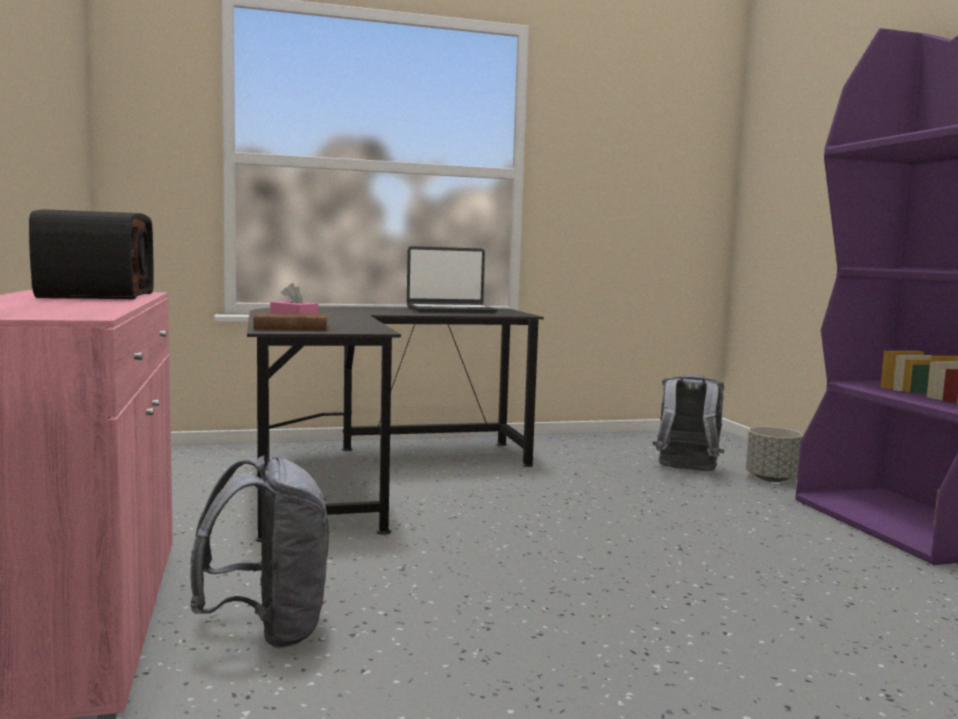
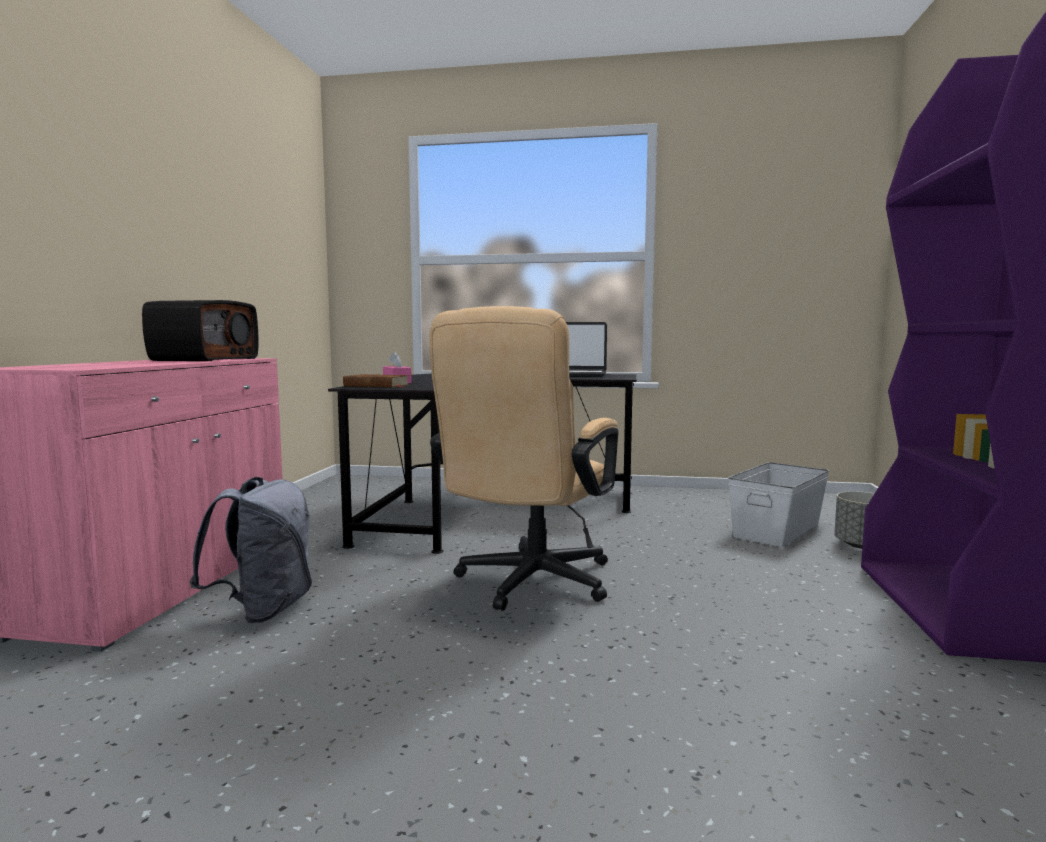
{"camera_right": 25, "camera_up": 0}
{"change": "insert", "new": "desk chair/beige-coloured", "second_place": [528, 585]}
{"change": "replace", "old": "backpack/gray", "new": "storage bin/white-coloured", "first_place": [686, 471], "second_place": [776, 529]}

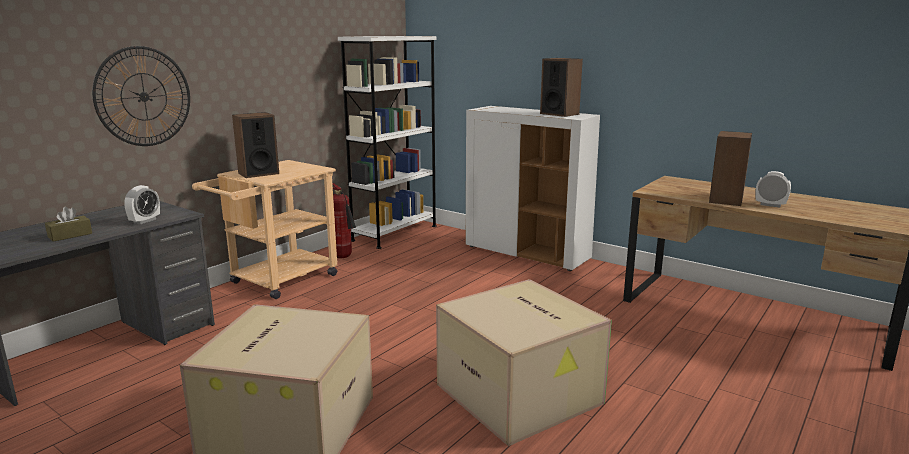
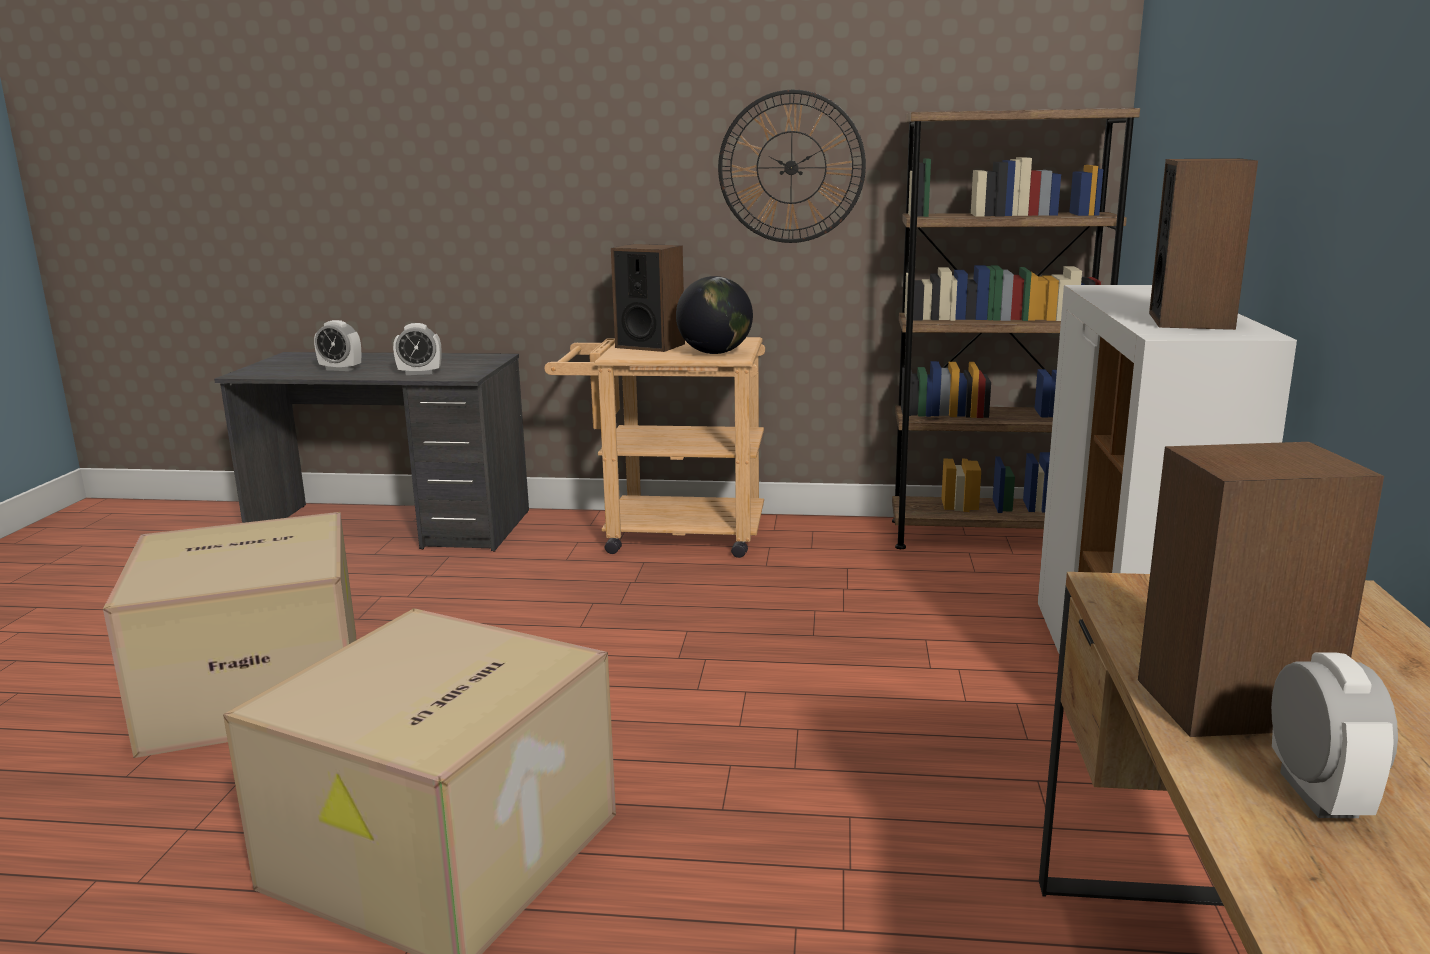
{"camera_right": 60, "camera_up": 0}
{"change": "replace", "old": "box of tissues/brown", "new": "bedside clock", "first_place": [70, 235], "second_place": [340, 369]}
{"change": "insert", "new": "globe", "second_place": [715, 353]}
{"change": "move", "old": "hanging clock", "first_place": [144, 96], "second_place": [791, 167]}
{"change": "recolor", "old": "bookshelf/white-coloured", "new": "bookshelf/brown", "first_place": [395, 233], "second_place": [988, 536]}
{"change": "delete", "old": "extinguisher", "first_place": [343, 257]}

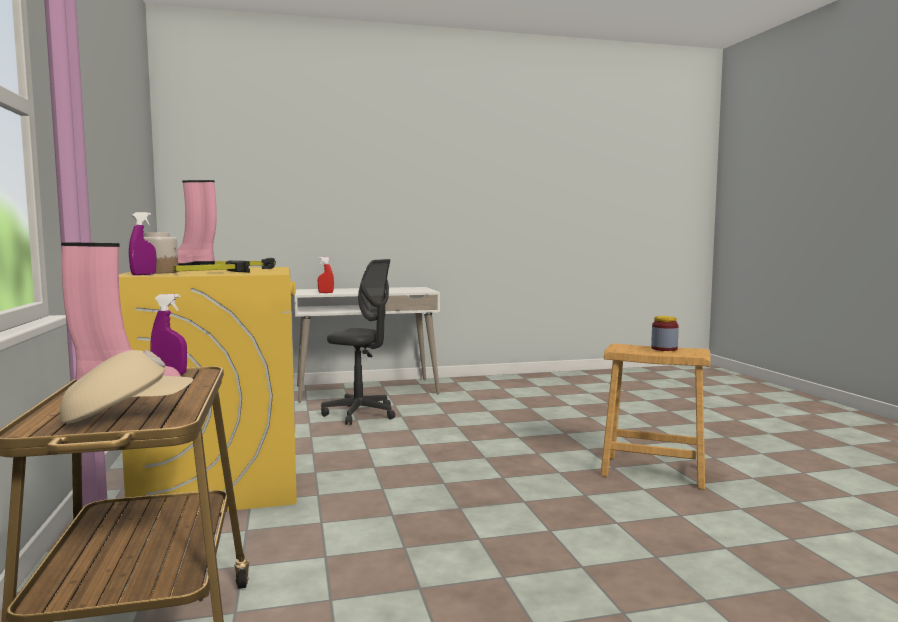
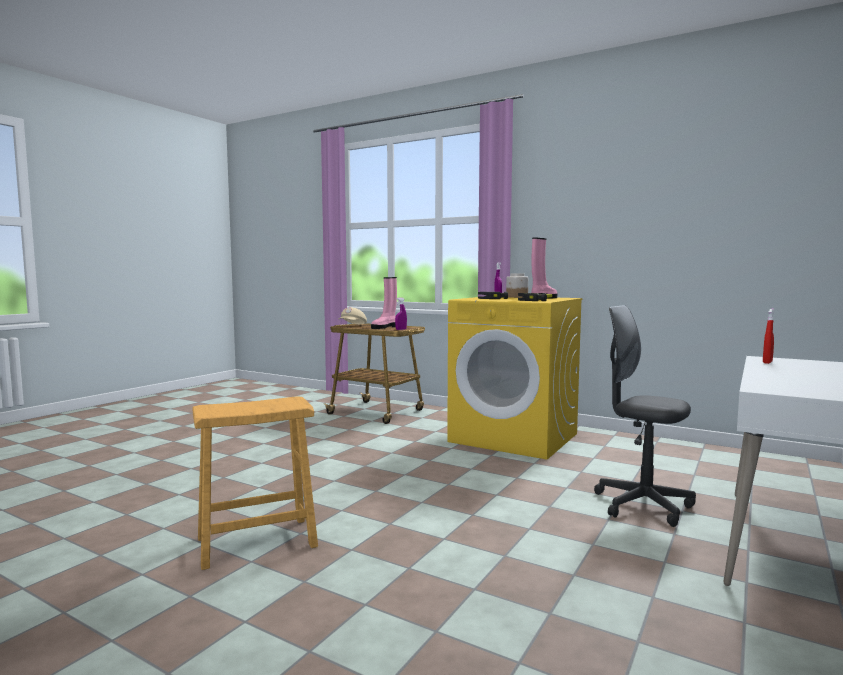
{"camera_right": 135, "camera_up": 0}
{"change": "rotate", "old": "desk chair/gray", "first_place": [360, 414], "second_place": [642, 505], "degrees": 60}
{"change": "delete", "old": "preserve jar", "first_place": [664, 349]}

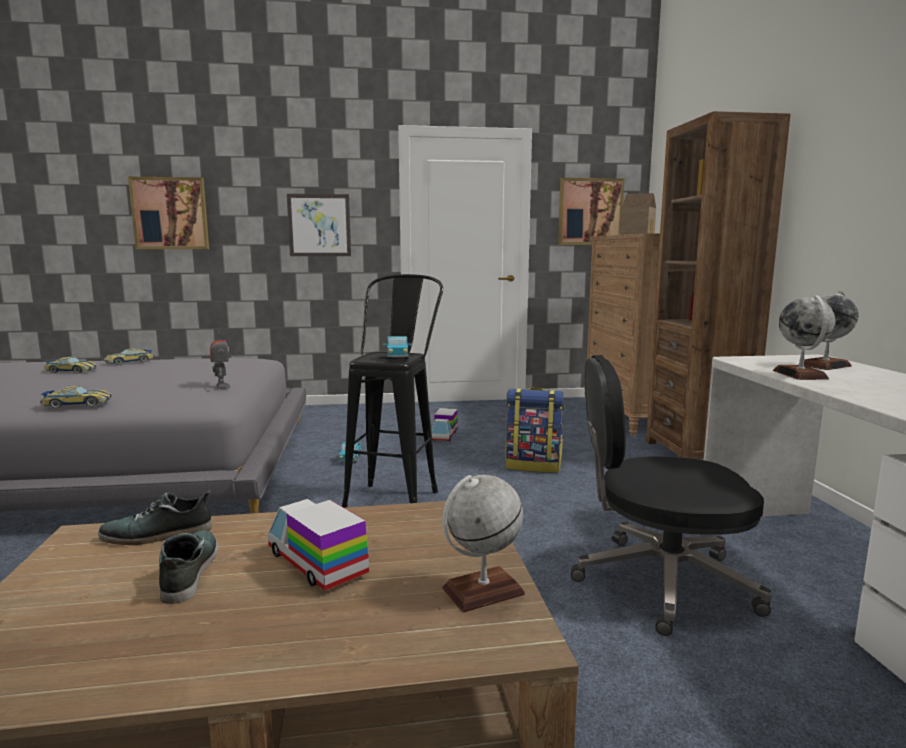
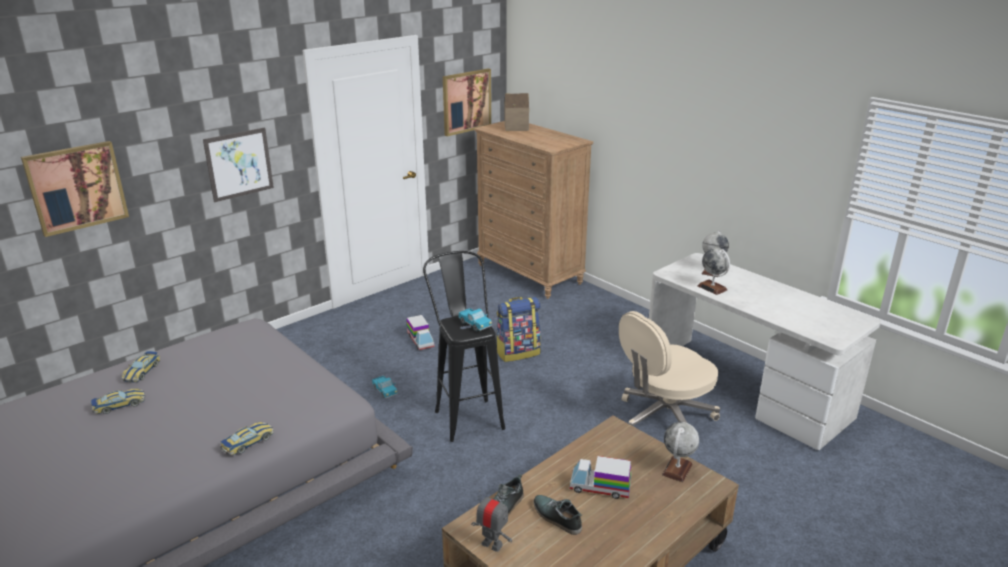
{"camera_right": -35, "camera_up": 15}
{"change": "move", "old": "robot figure", "first_place": [222, 387], "second_place": [492, 544]}
{"change": "recolor", "old": "desk chair/blackish", "new": "desk chair/beige-coloured", "first_place": [660, 582], "second_place": [664, 418]}
{"change": "delete", "old": "bookshelf/brown", "first_place": [696, 453]}

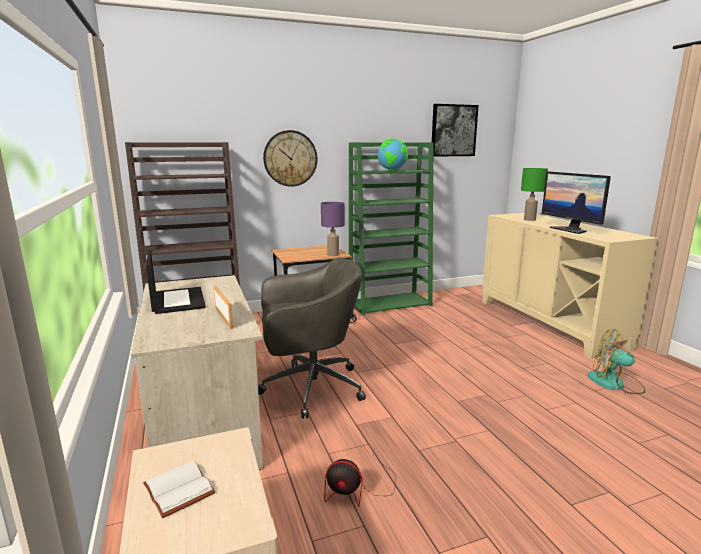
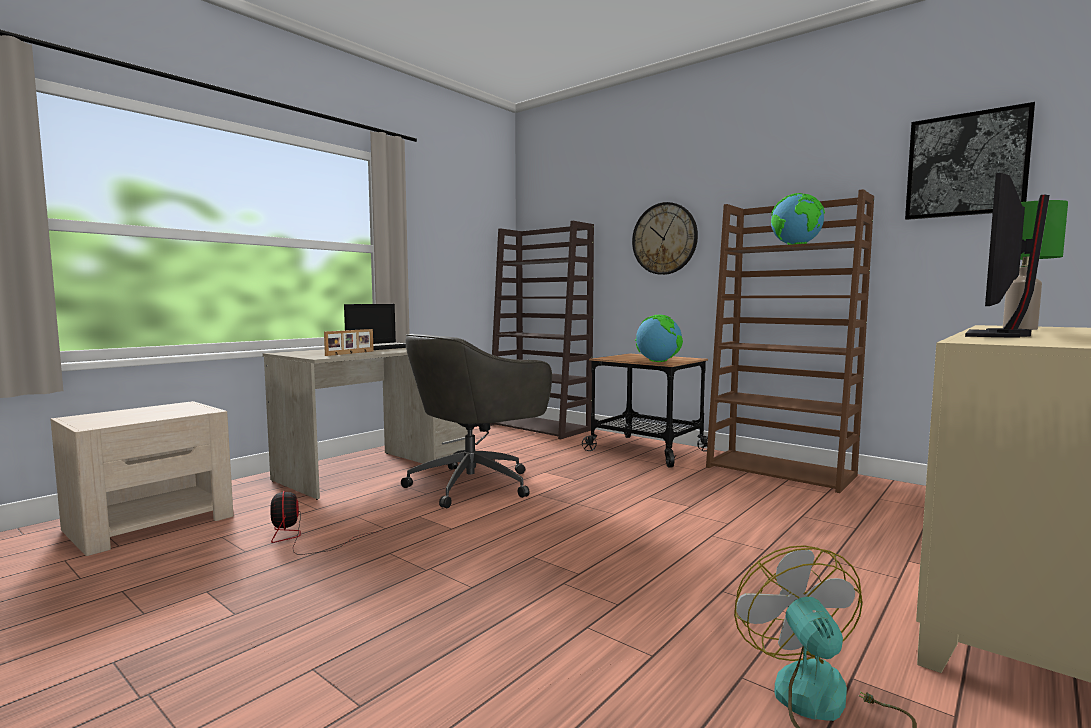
{"camera_right": 60, "camera_up": -10}
{"change": "rotate", "old": "desk chair/gray", "first_place": [309, 388], "second_place": [475, 484], "degrees": 90}
{"change": "replace", "old": "lamp for a table/purple", "new": "globe", "first_place": [332, 255], "second_place": [658, 362]}
{"change": "recolor", "old": "bookshelf/green-coloured", "new": "bookshelf/brown", "first_place": [390, 303], "second_place": [781, 471]}
{"change": "delete", "old": "volume/white-coloured", "first_place": [176, 490]}

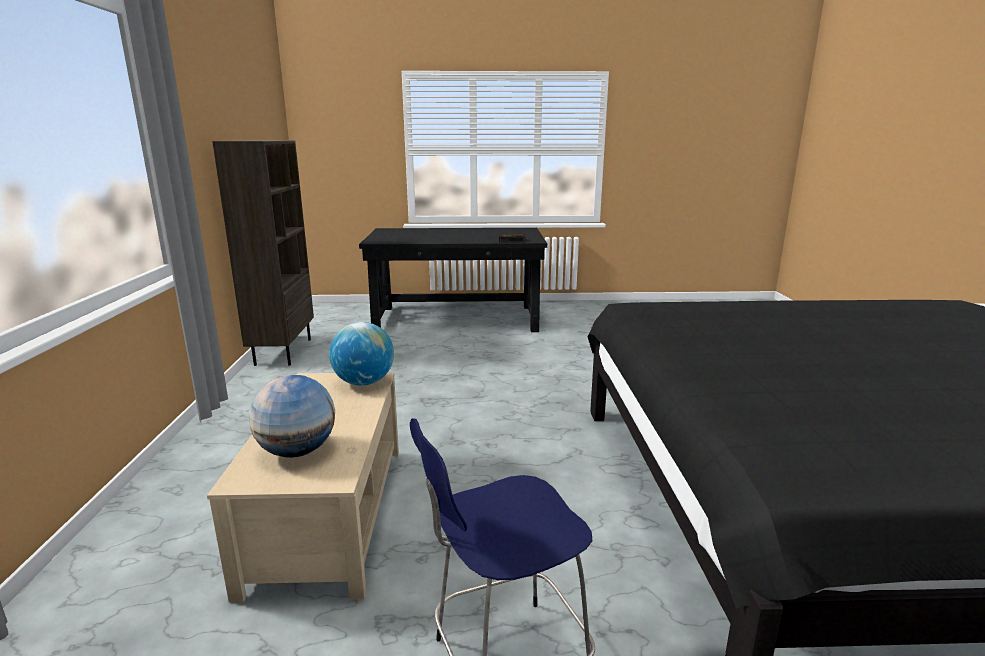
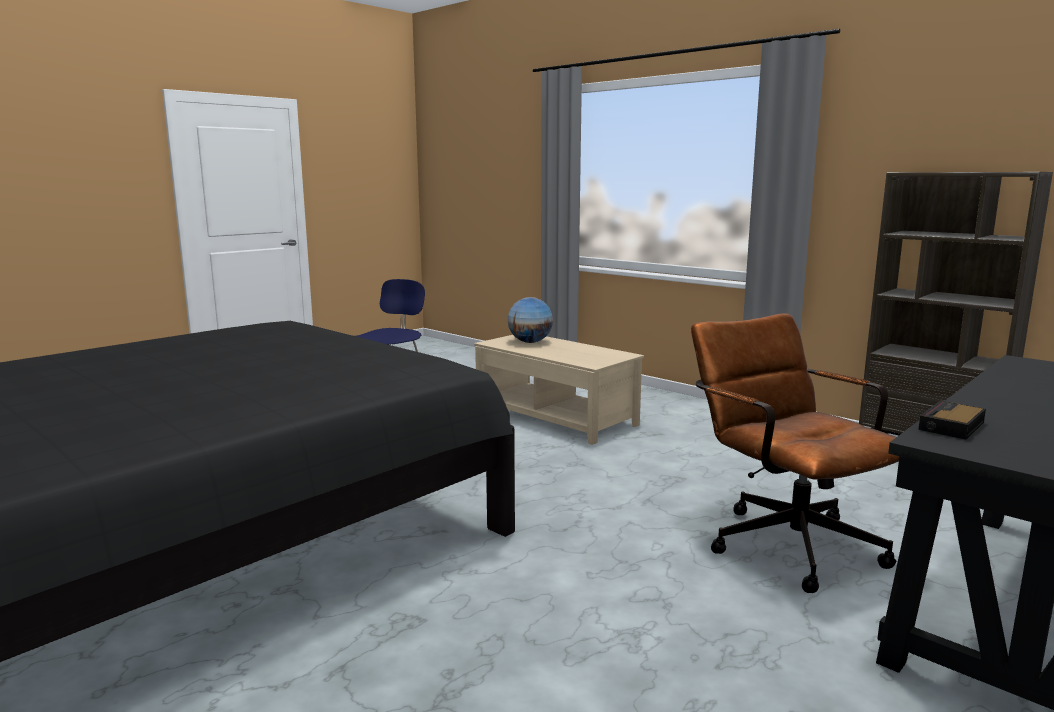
{"camera_right": 135, "camera_up": -5}
{"change": "insert", "new": "desk chair/brown", "second_place": [784, 540]}
{"change": "delete", "old": "globe", "first_place": [364, 382]}

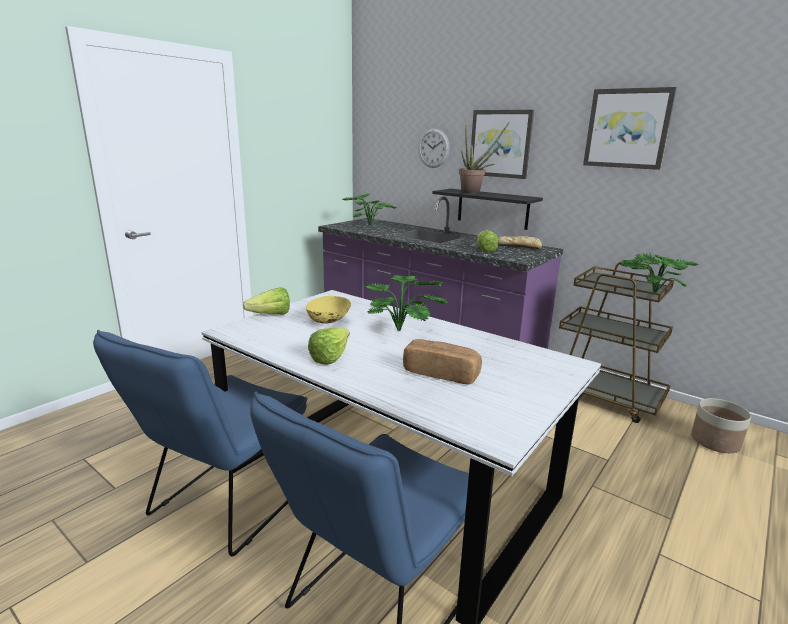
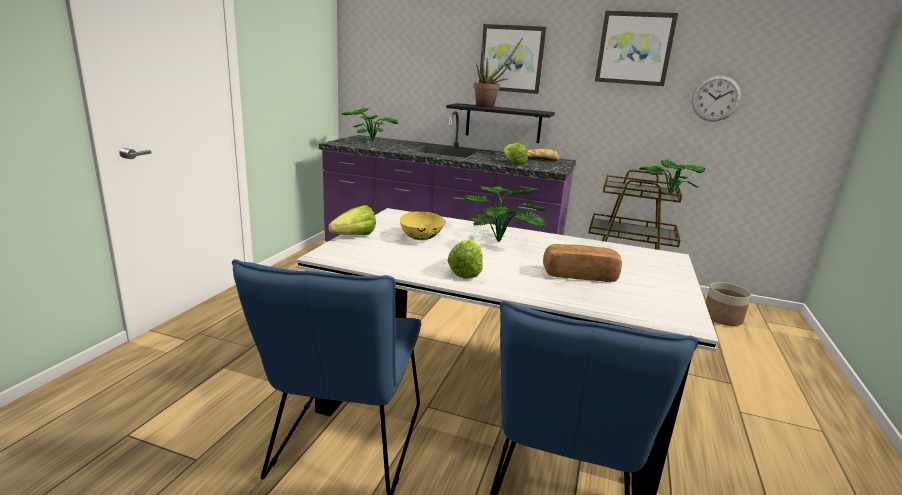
{"camera_right": -20, "camera_up": 0}
{"change": "move", "old": "hanging clock", "first_place": [433, 148], "second_place": [715, 98]}

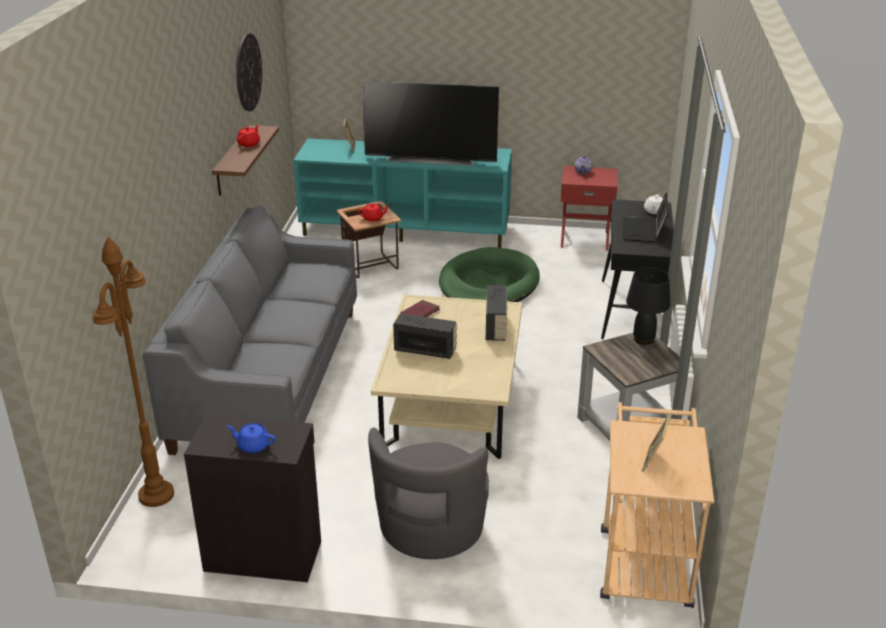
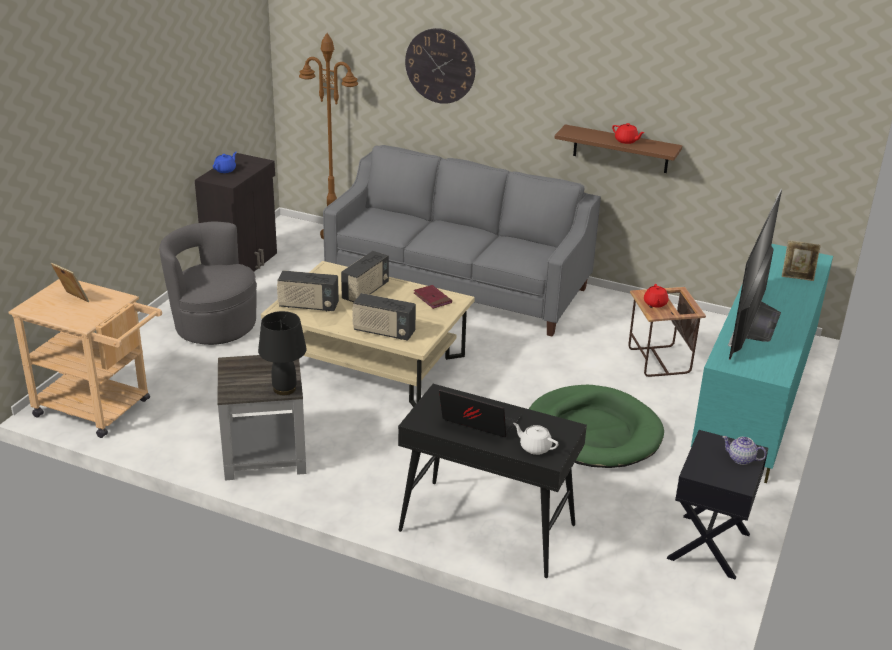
{"camera_right": 105, "camera_up": 0}
{"change": "insert", "new": "radio receiver", "second_place": [308, 306]}
{"change": "move", "old": "hanging clock", "first_place": [248, 72], "second_place": [440, 66]}
{"change": "recolor", "old": "bedside table/red", "new": "bedside table/blackish", "first_place": [584, 238], "second_place": [710, 546]}

